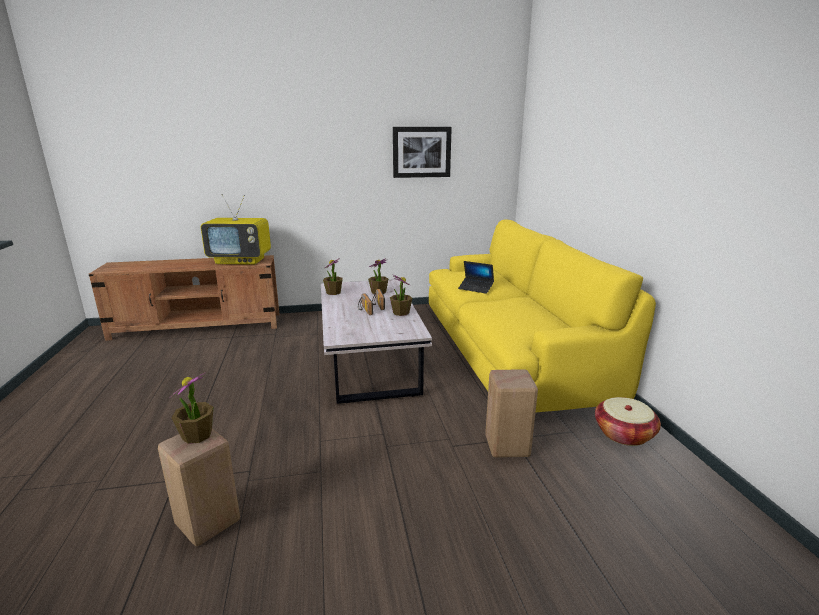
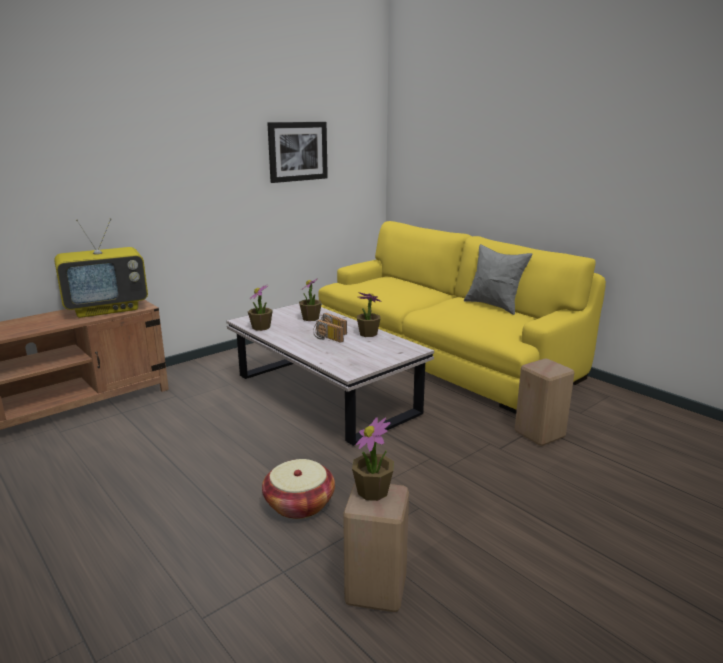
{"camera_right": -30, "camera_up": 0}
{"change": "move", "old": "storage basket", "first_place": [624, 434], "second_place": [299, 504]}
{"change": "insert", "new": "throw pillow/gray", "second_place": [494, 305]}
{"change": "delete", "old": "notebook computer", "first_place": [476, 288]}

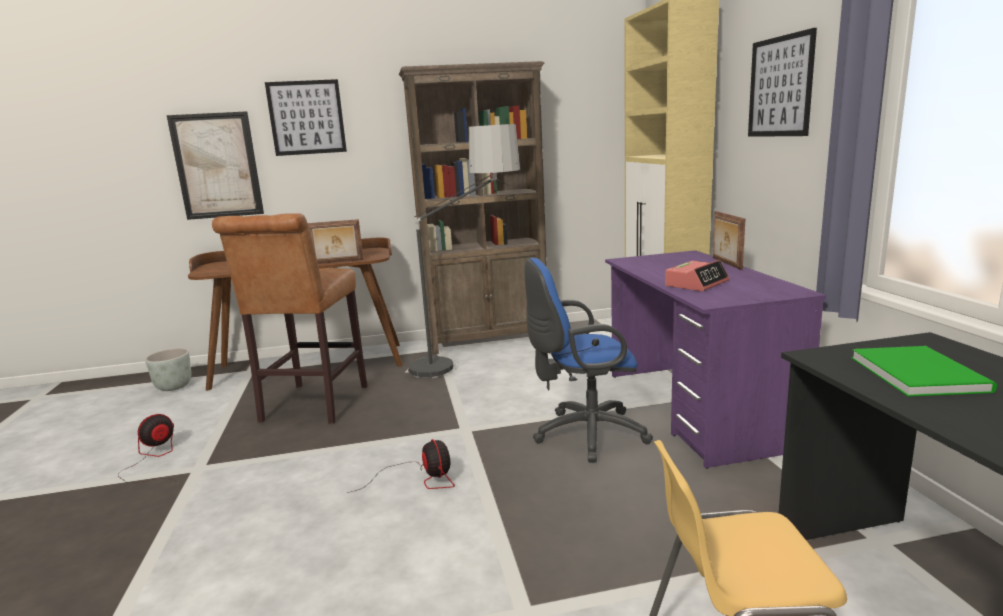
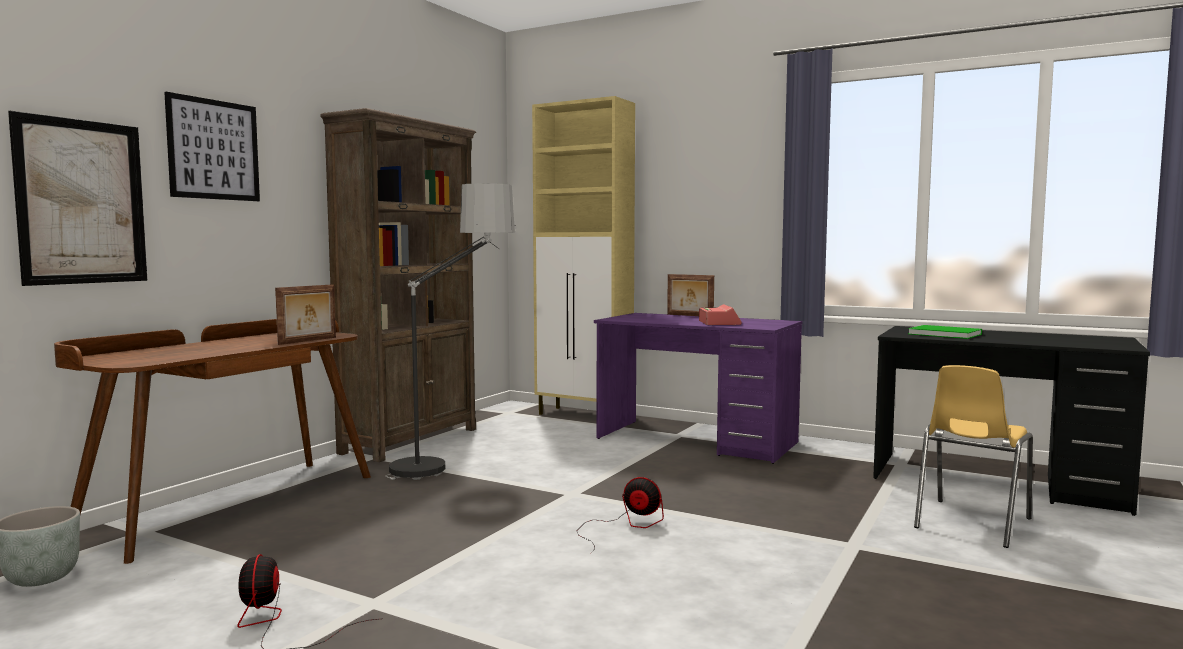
{"camera_right": -50, "camera_up": -10}
{"change": "delete", "old": "stool seat/brown", "first_place": [311, 407]}
{"change": "delete", "old": "desk chair/bluish", "first_place": [584, 434]}
{"change": "delete", "old": "wall picture", "first_place": [780, 87]}

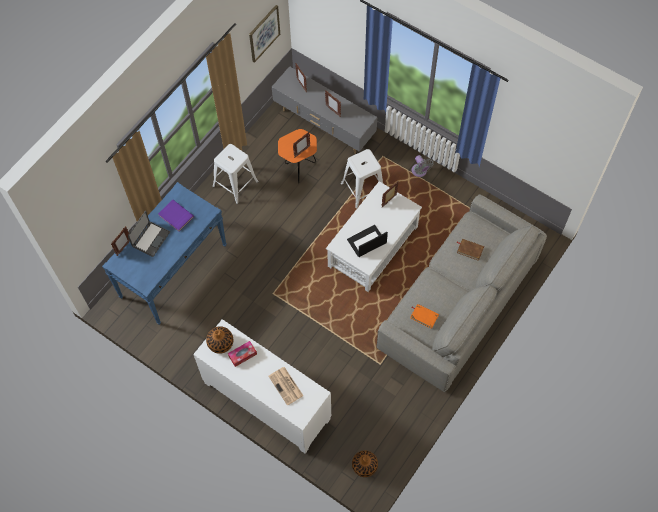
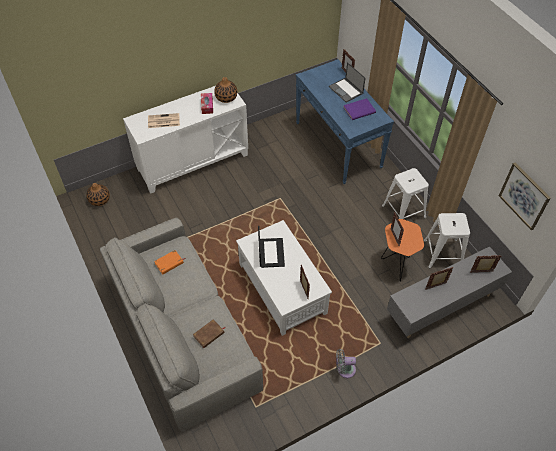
{"camera_right": 115, "camera_up": -10}
{"change": "move", "old": "stool seat/white-coloured", "first_place": [363, 189], "second_place": [442, 253]}

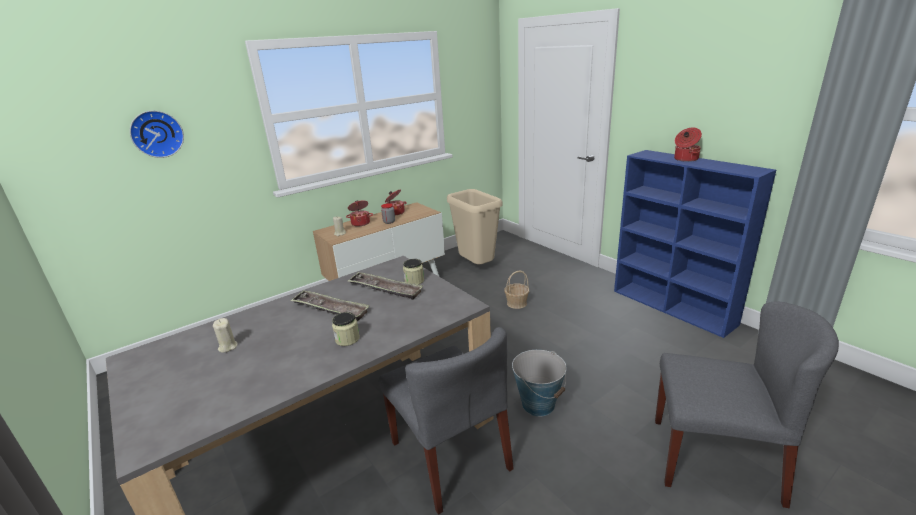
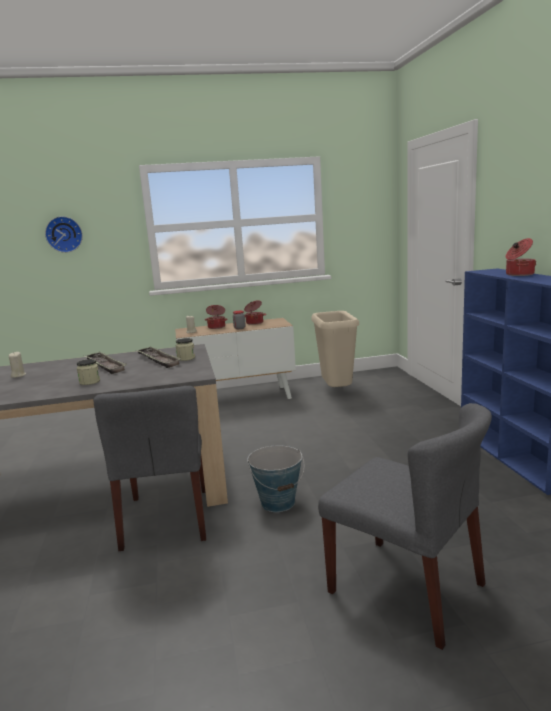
{"camera_right": 25, "camera_up": -10}
{"change": "delete", "old": "storage basket", "first_place": [516, 303]}

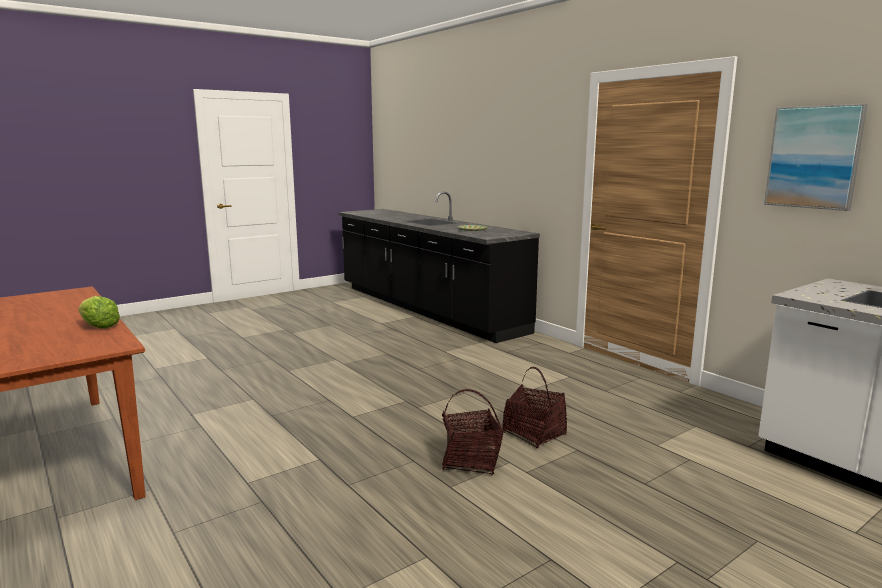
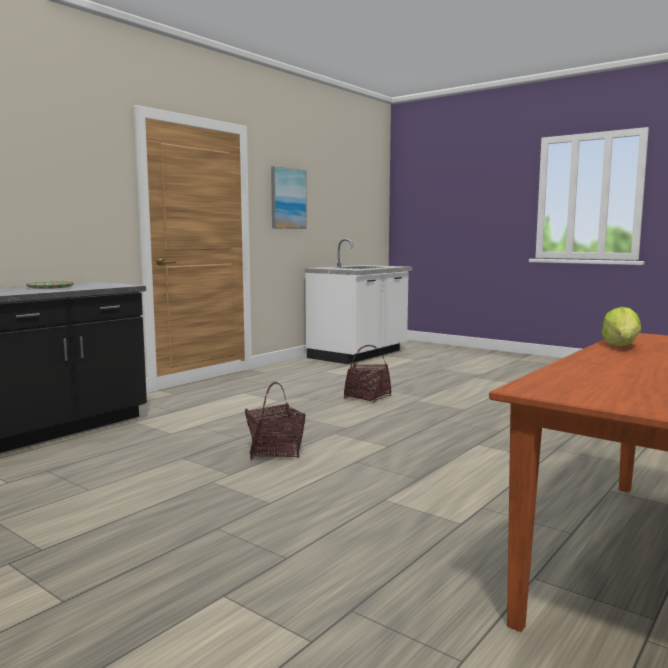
{"camera_right": -105, "camera_up": -5}
{"change": "move", "old": "storage basket", "first_place": [471, 461], "second_place": [275, 452]}

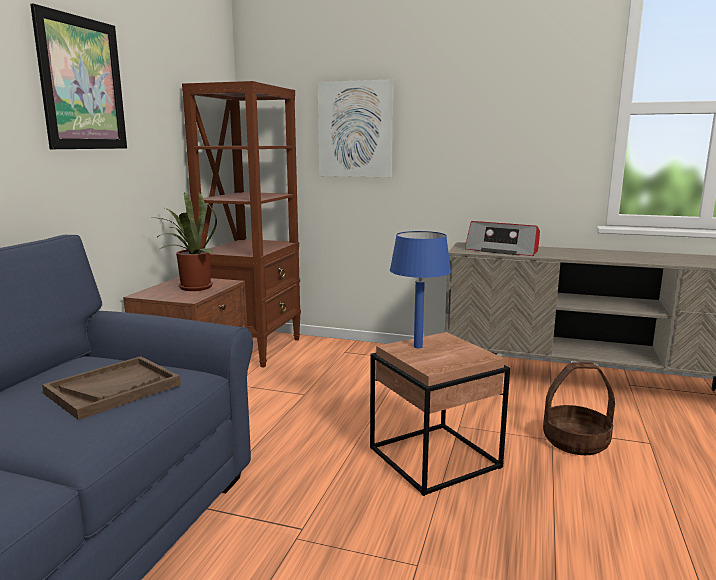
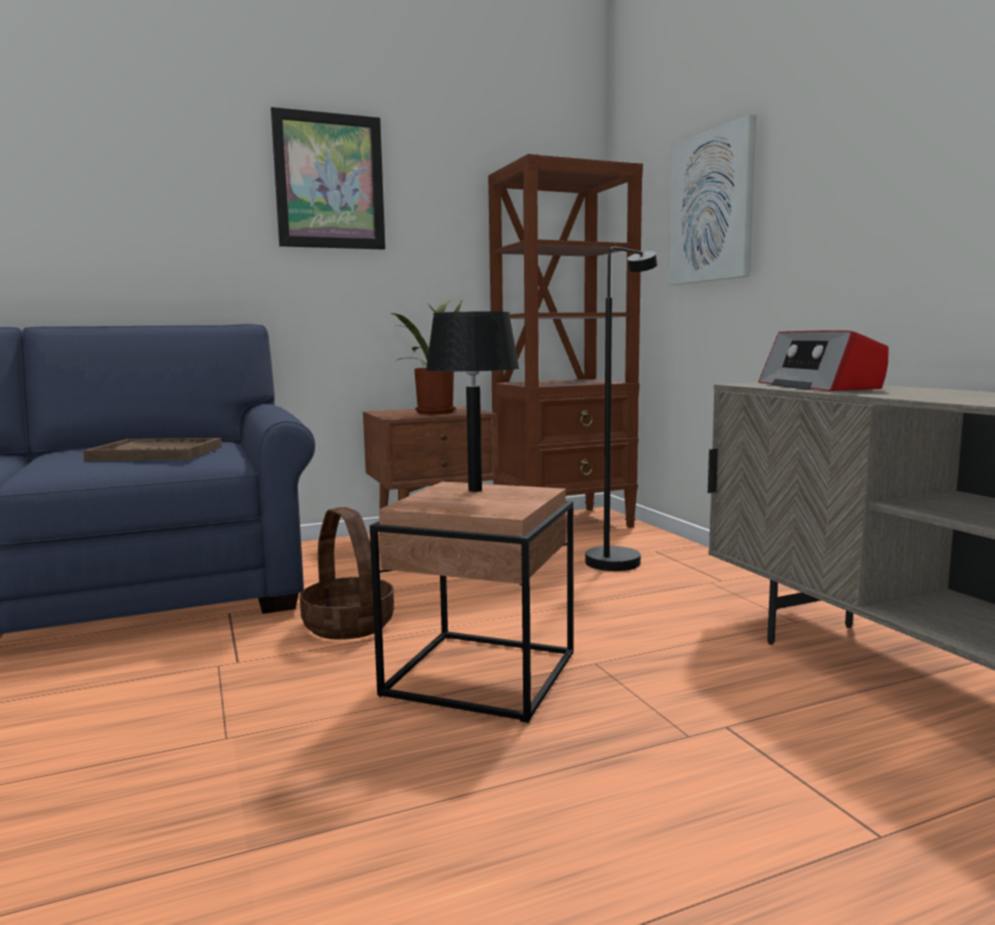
{"camera_right": 50, "camera_up": -5}
{"change": "move", "old": "storage basket", "first_place": [575, 441], "second_place": [349, 625]}
{"change": "recolor", "old": "lamp for a table/bluish", "new": "lamp for a table/blackish", "first_place": [417, 347], "second_place": [474, 490]}
{"change": "insert", "new": "floor lamp/blackish", "second_place": [619, 558]}

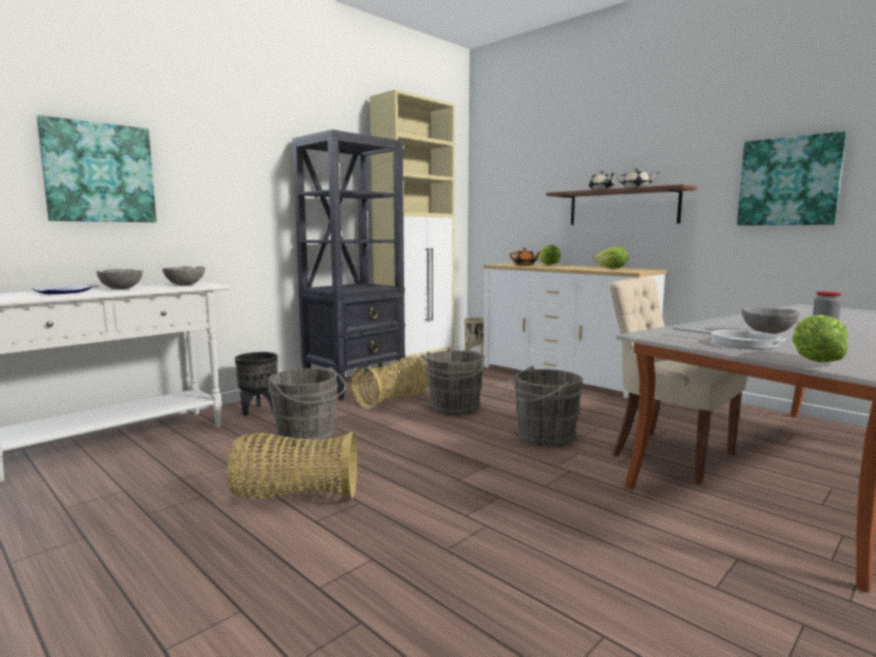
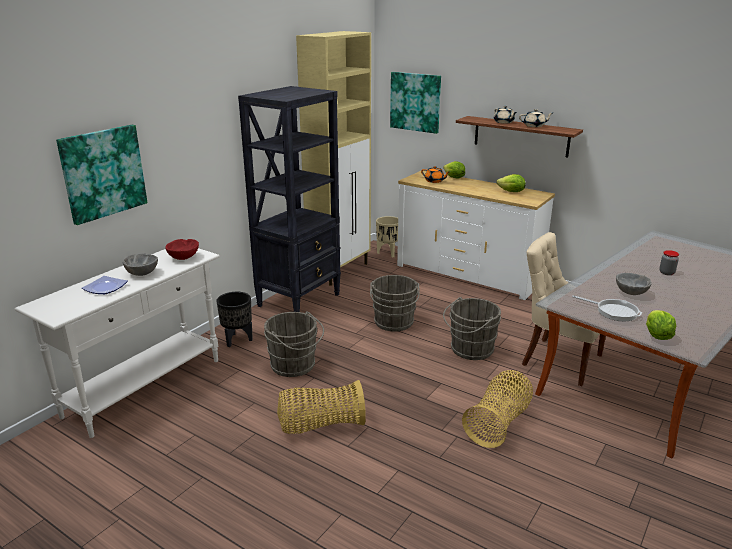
{"camera_right": -10, "camera_up": 15}
{"change": "recolor", "old": "deep dish/gray", "new": "deep dish/red", "first_place": [185, 285], "second_place": [183, 258]}
{"change": "move", "old": "wall picture", "first_place": [789, 181], "second_place": [415, 102]}
{"change": "move", "old": "storage basket", "first_place": [395, 400], "second_place": [498, 423]}

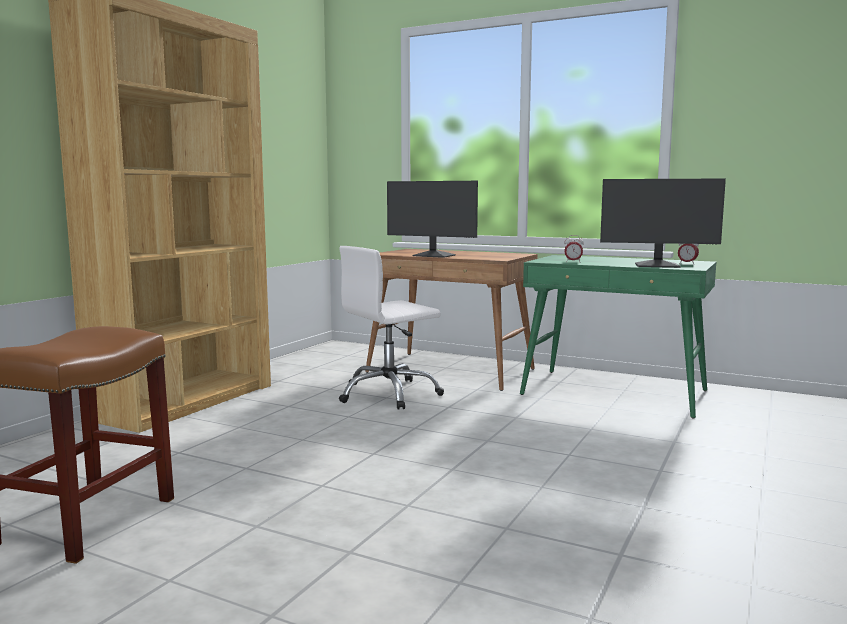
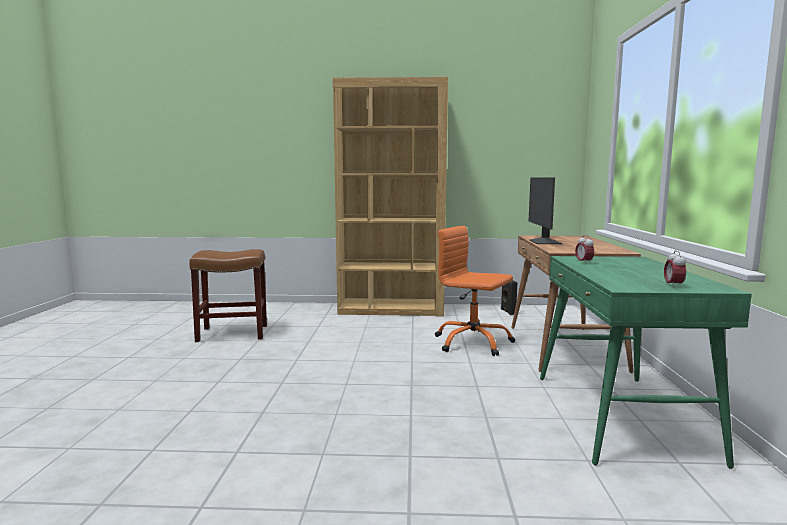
{"camera_right": 65, "camera_up": 0}
{"change": "recolor", "old": "desk chair/white-coloured", "new": "desk chair/orange", "first_place": [389, 394], "second_place": [472, 343]}
{"change": "insert", "new": "loudspeaker/blackish", "second_place": [507, 312]}
{"change": "delete", "old": "computer display", "first_place": [657, 265]}

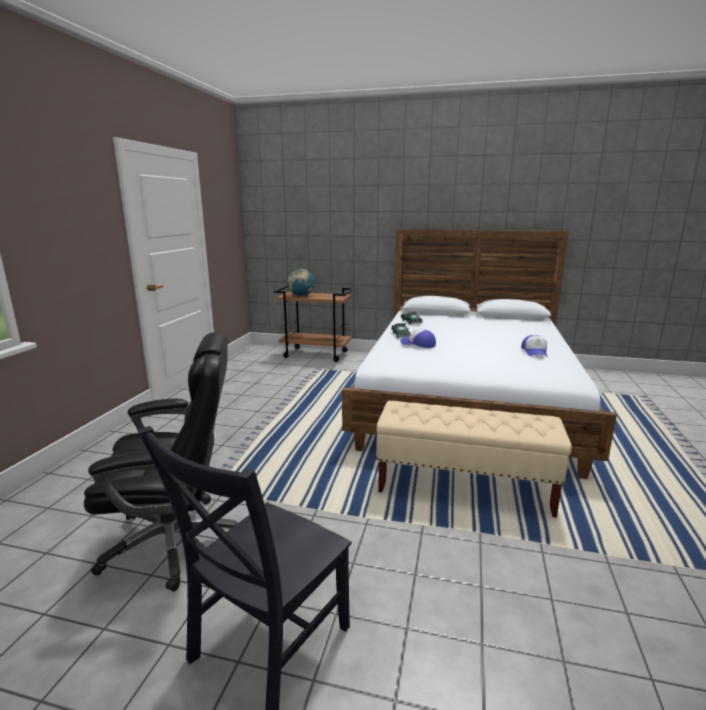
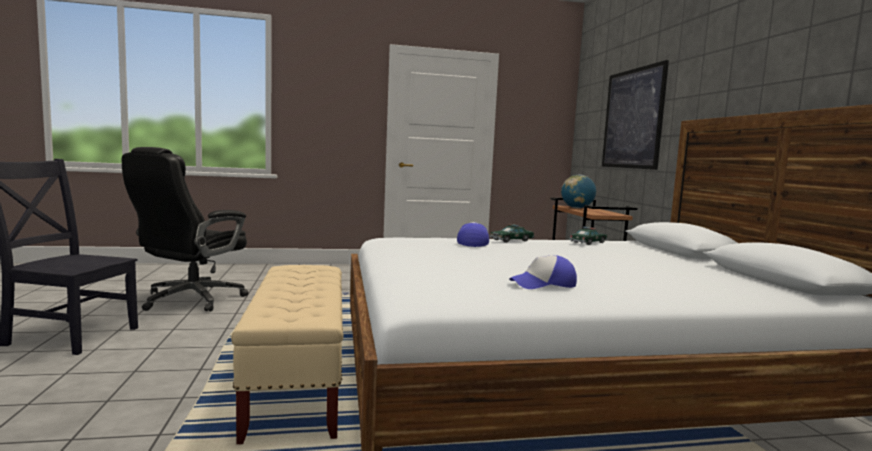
{"camera_right": 65, "camera_up": -10}
{"change": "rotate", "old": "desk chair/blackish", "first_place": [176, 540], "second_place": [190, 299], "degrees": 60}
{"change": "insert", "new": "wall picture", "second_place": [632, 119]}

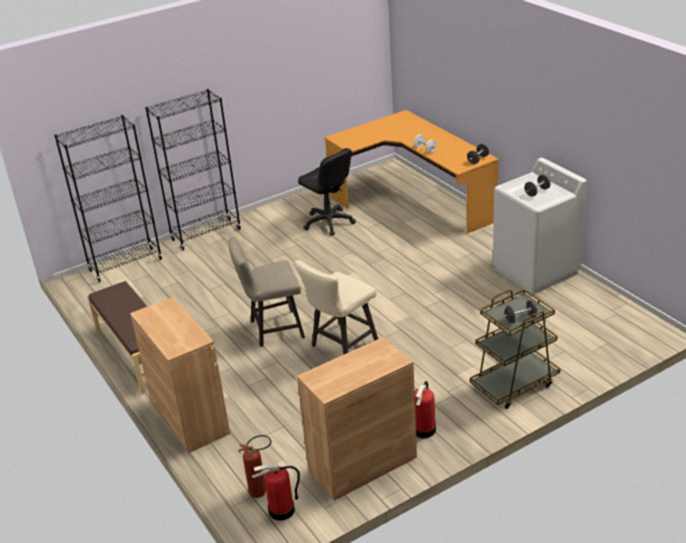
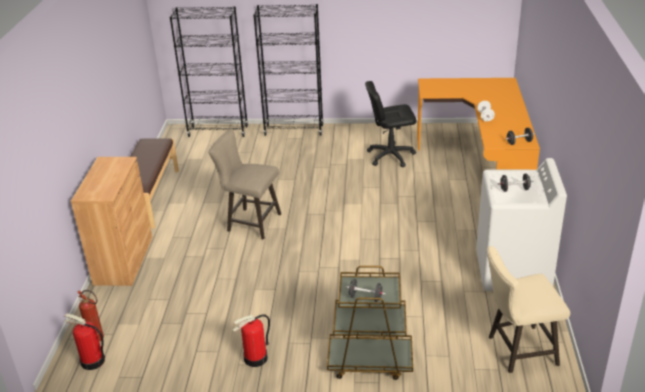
{"camera_right": 35, "camera_up": 0}
{"change": "rotate", "old": "desk chair/blackish", "first_place": [328, 222], "second_place": [390, 156], "degrees": 90}
{"change": "move", "old": "stool seat/beige-coloured", "first_place": [341, 345], "second_place": [517, 351]}
{"change": "delete", "old": "storage cabinet/brown", "first_place": [362, 464]}

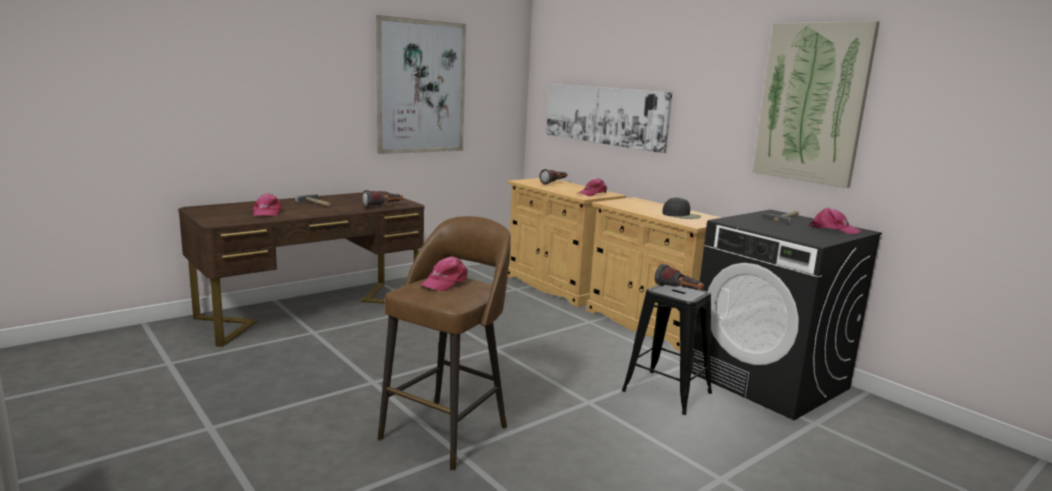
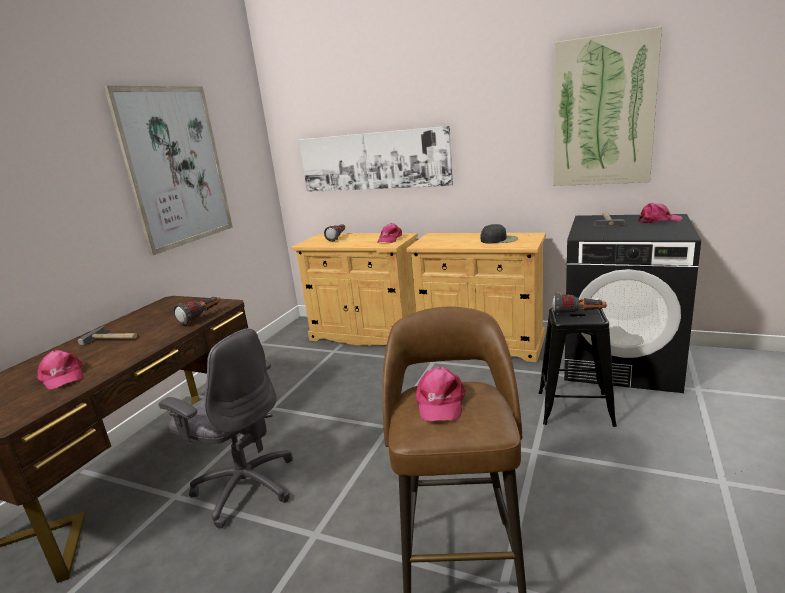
{"camera_right": -25, "camera_up": 5}
{"change": "insert", "new": "desk chair/gray", "second_place": [245, 486]}

